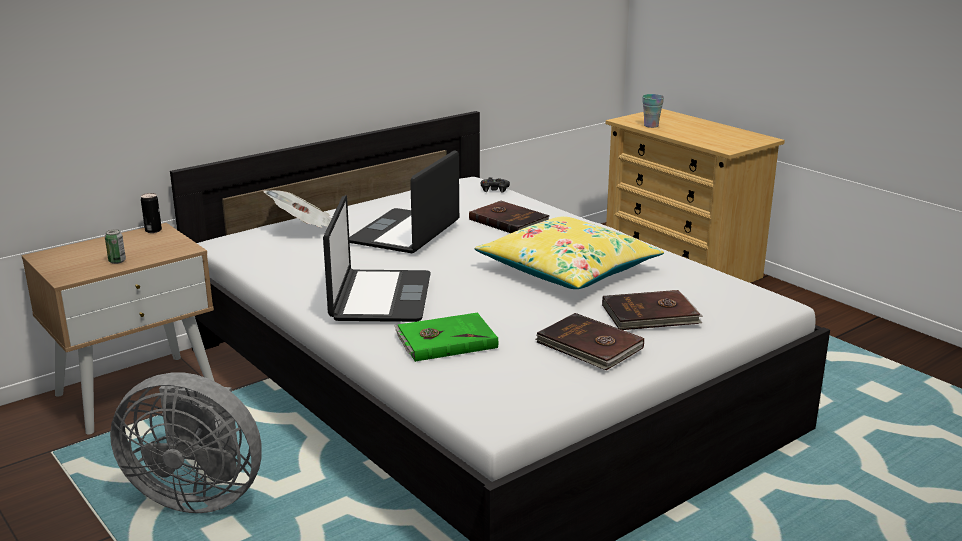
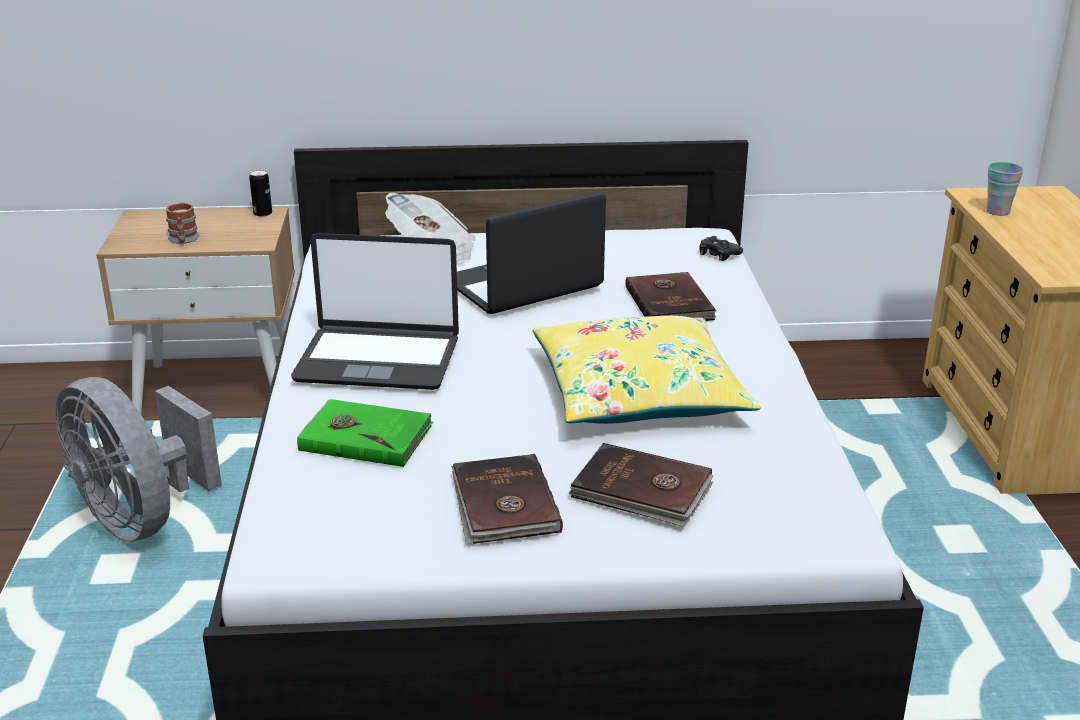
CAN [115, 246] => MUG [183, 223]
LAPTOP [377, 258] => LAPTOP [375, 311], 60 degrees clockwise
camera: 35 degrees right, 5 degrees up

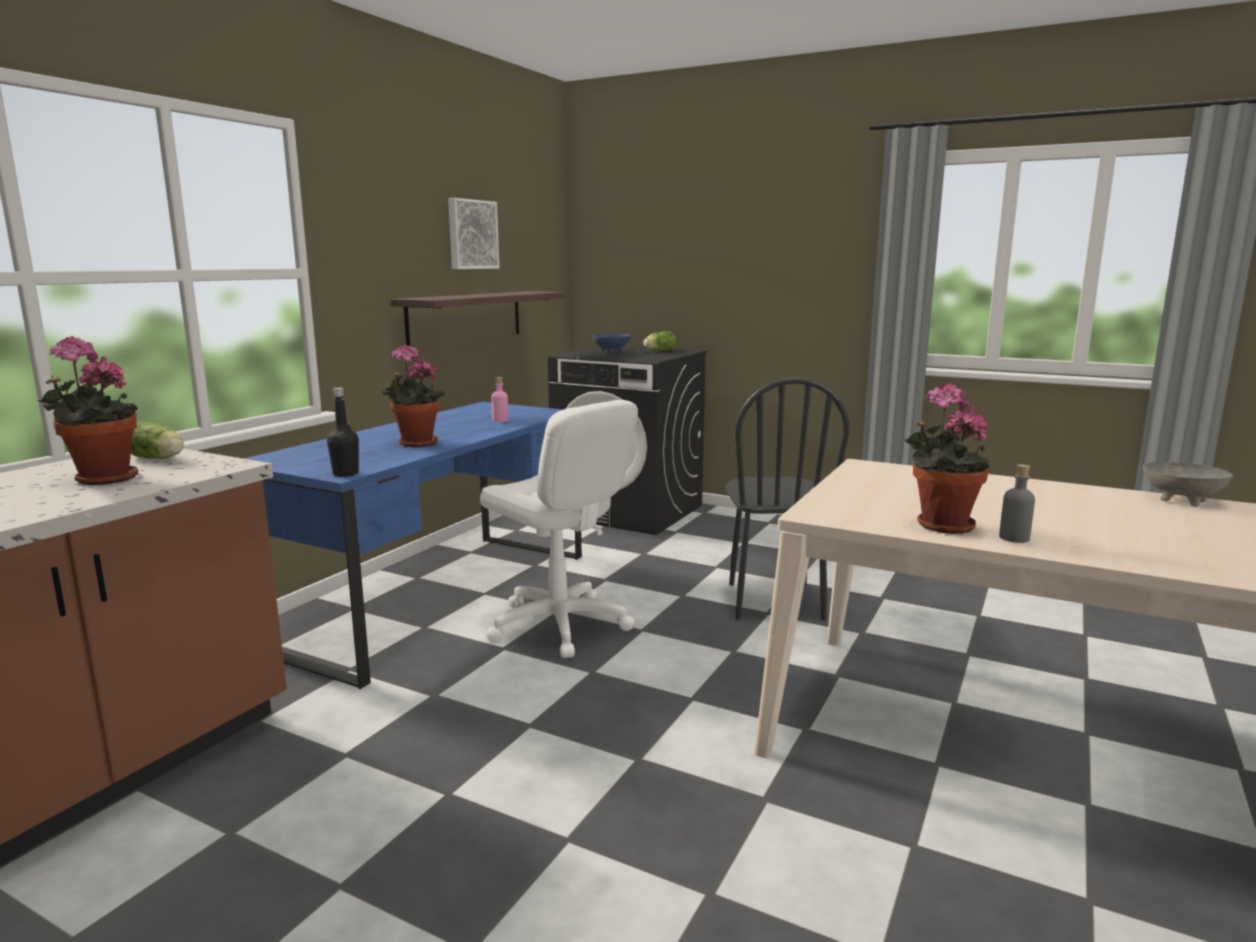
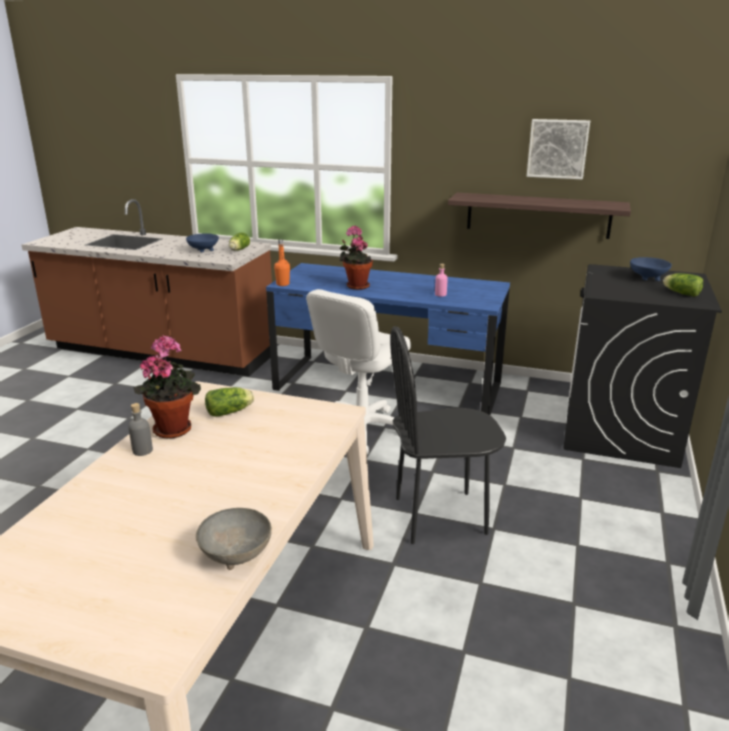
POTTED PLANT [87, 410] => BLUE BOWL [202, 242]
BLACK BOTTLE [343, 432] => ORANGE BOTTLE [282, 262]
nothing => LETTUCE [229, 402]
camera: 80 degrees right, 10 degrees up

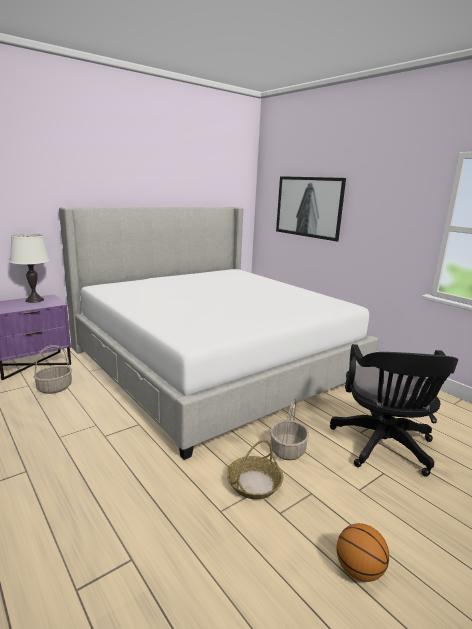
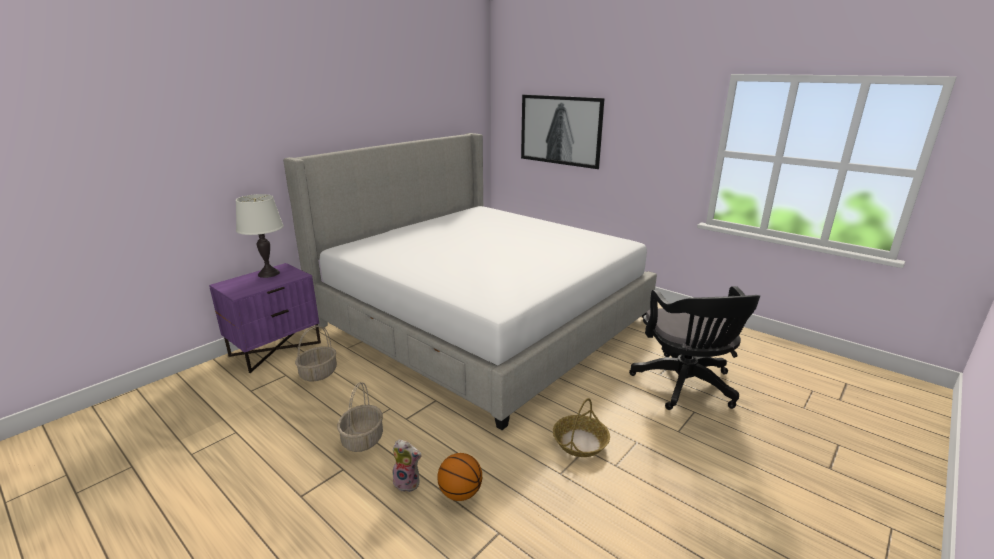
BASKET [289, 429] => BASKET [360, 417], move
BASKETBALL [363, 552] => BASKETBALL [459, 477], move
nothing => PLUSH TOY [407, 466]
camera: 10 degrees left, 5 degrees up

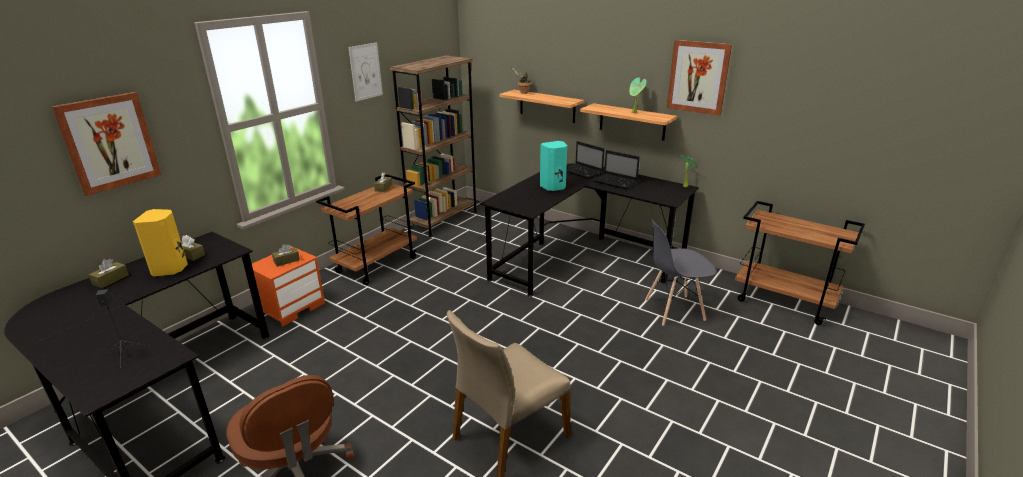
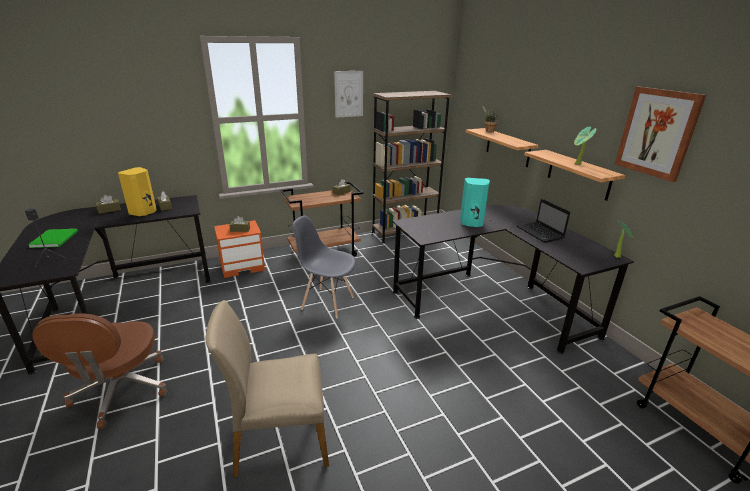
PICTURE [107, 144] => nothing
LAPTOP [585, 160] => nothing
GREY CHAIR [680, 272] => GREY CHAIR [324, 267], move
nothing => GREEN BOOK [53, 238]
camera: 30 degrees right, 0 degrees up

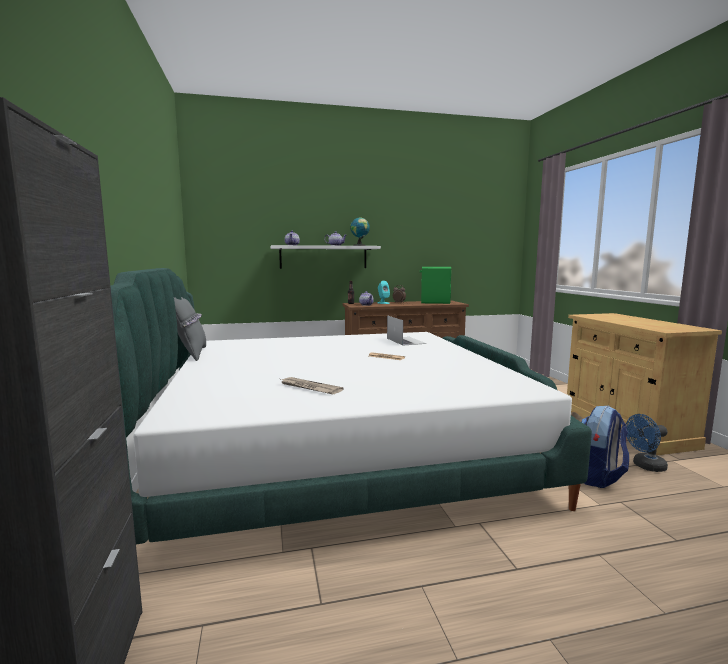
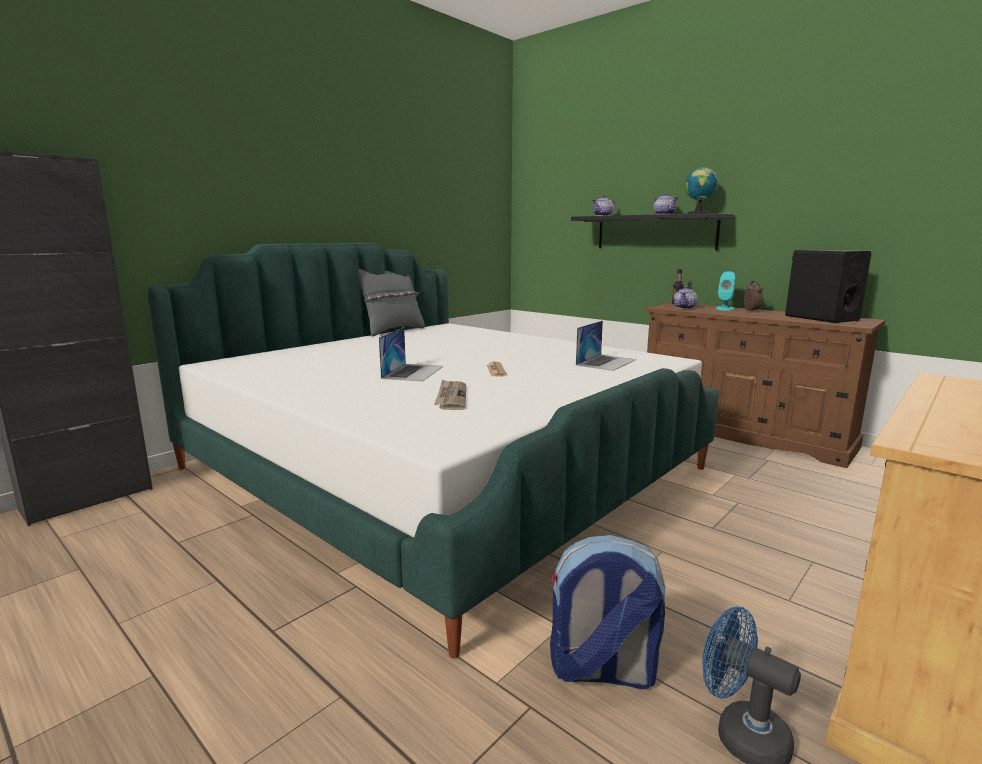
WHITE SHELF [326, 257] => BLACK SHELF [653, 231]
NEWSPAPER [312, 385] => NEWSPAPER [450, 394], move
GREEN SPEAKER [435, 285] => BLACK SPEAKER [828, 286]
nothing => LAPTOP [411, 354]
camera: 55 degrees right, 5 degrees up

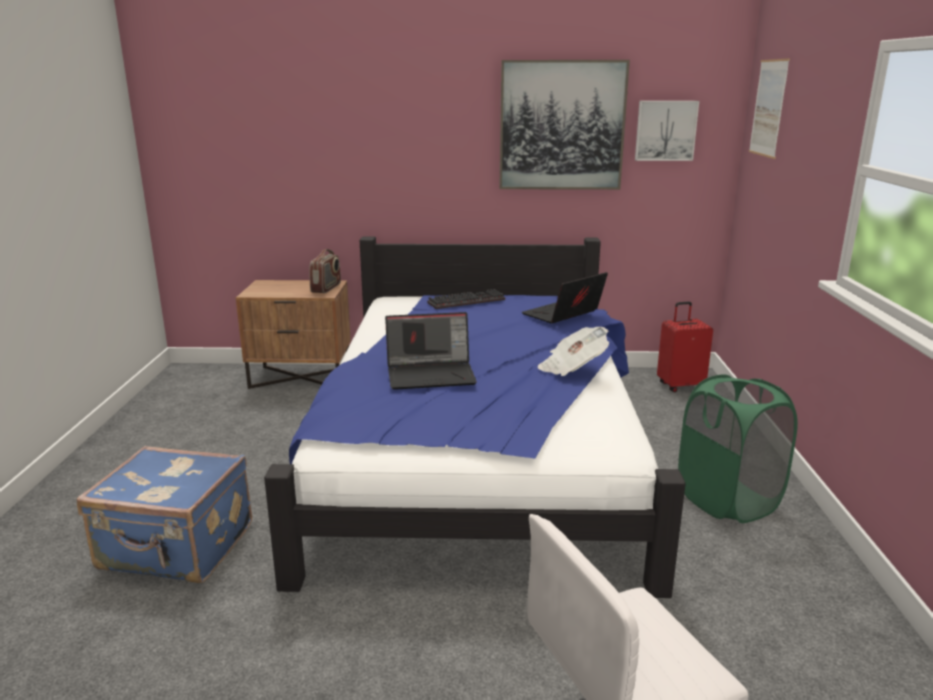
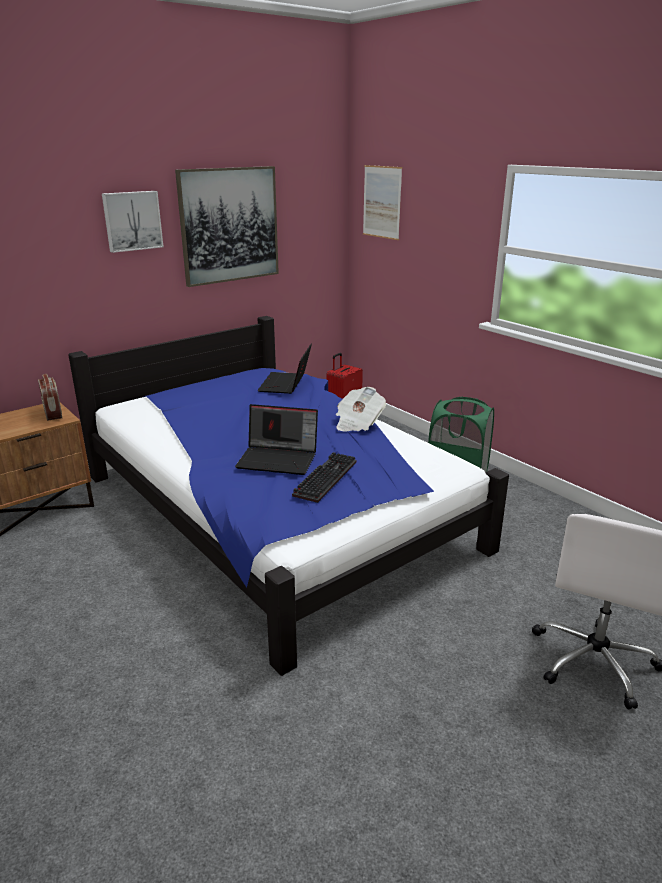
BLUE SUITCASE [164, 514] => nothing
LAPTOP [431, 351] => LAPTOP [276, 439], 60 degrees clockwise
KEYBOARD [466, 299] => KEYBOARD [324, 477], move
PICTURE [667, 131] => PICTURE [133, 222], move
camera: 40 degrees left, 5 degrees up

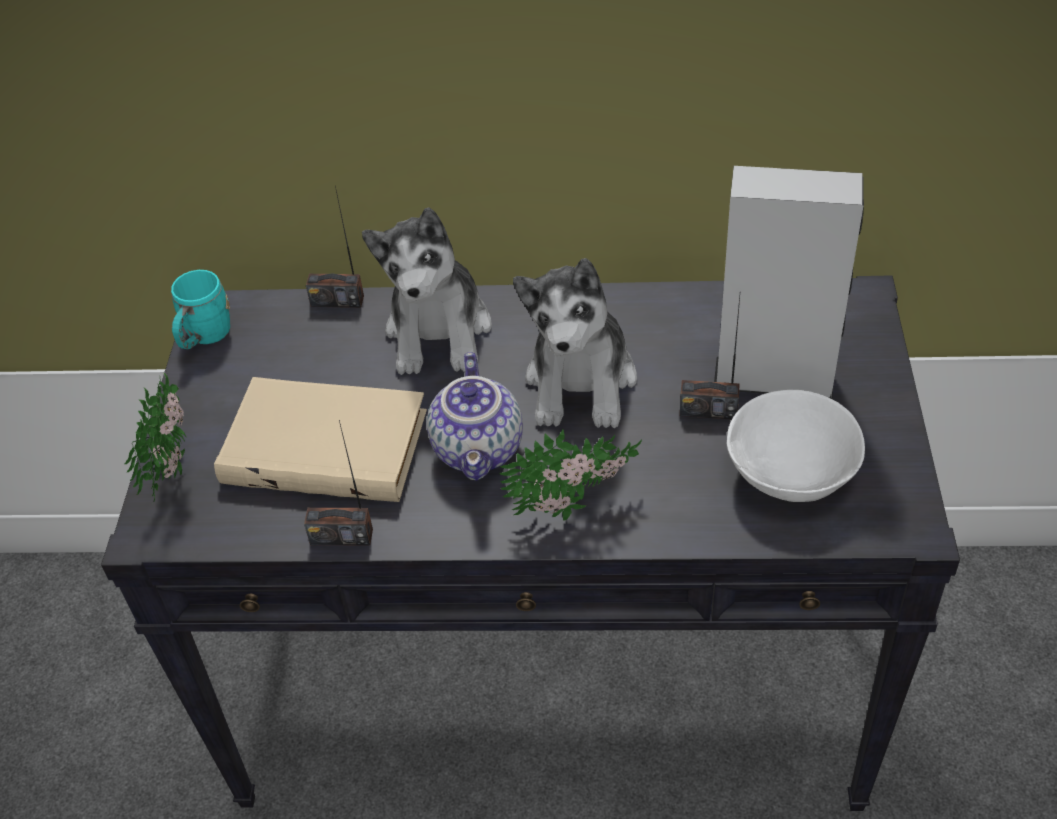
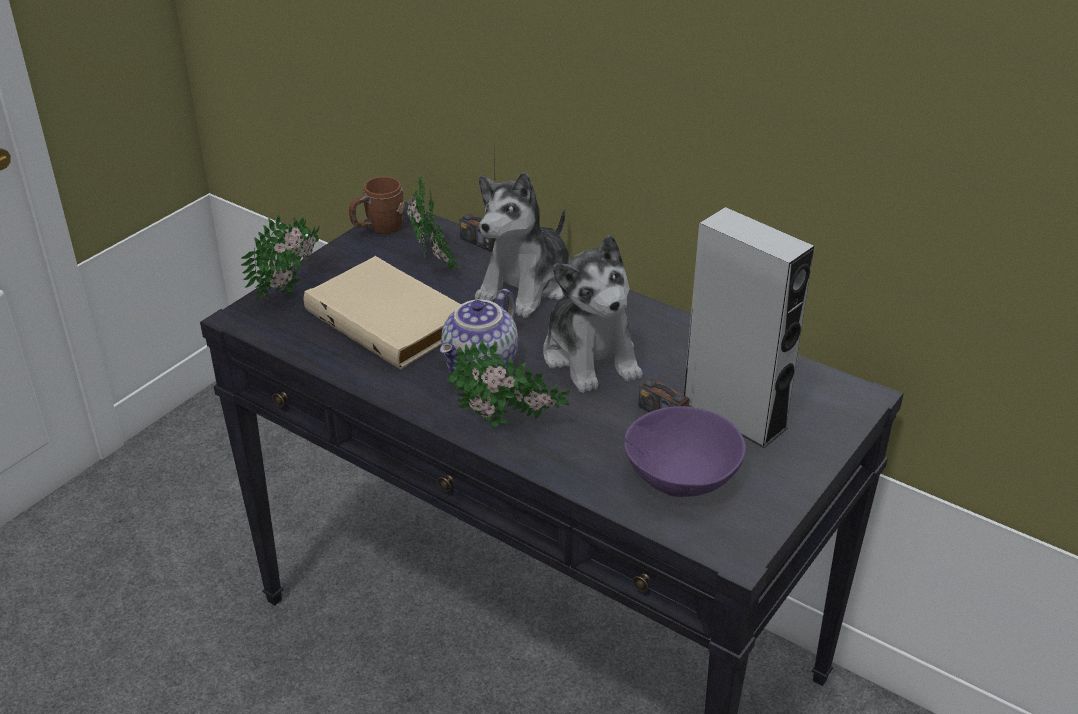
TURQUOISE MUG [200, 309] => BROWN MUG [376, 205]
RADIO [338, 483] => nothing
PLUSH TOY [575, 343] => PLUSH TOY [593, 314], 60 degrees counterclockwise
WHITE BOWL [796, 446] => PURPLE BOWL [685, 451]
nothing => POTTED PLANT [433, 223]
camera: 30 degrees right, 10 degrees down

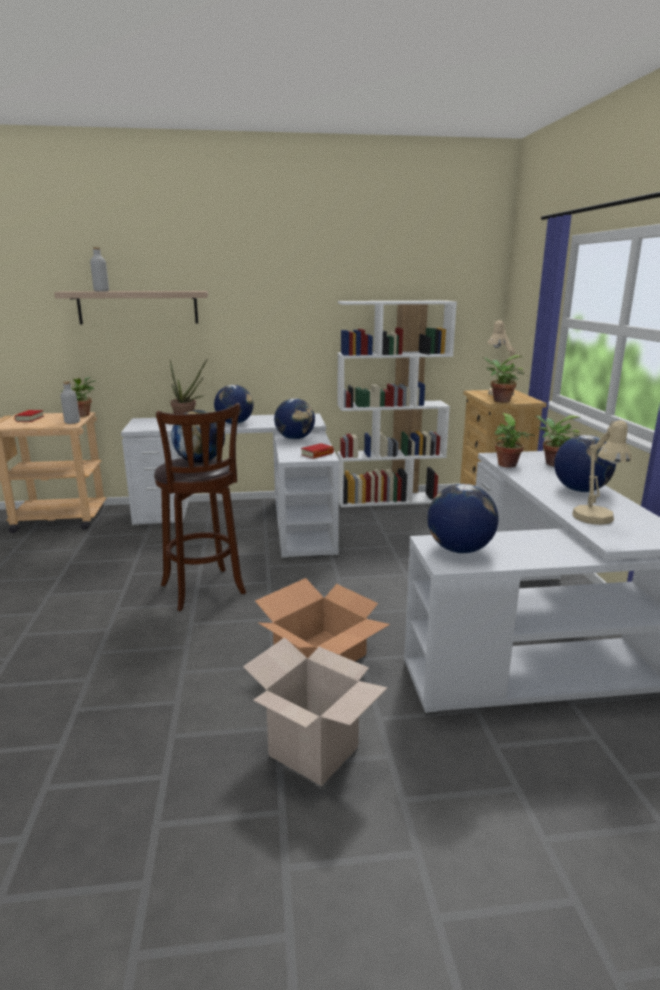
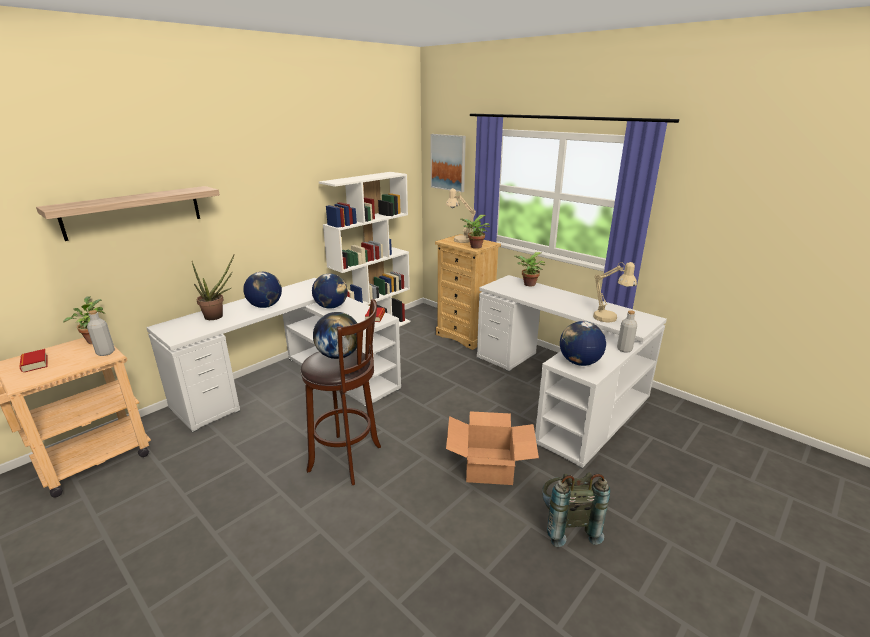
GREY BOTTLE [99, 269] => GREY BOTTLE [627, 331], move
CARDBOARD BOX [315, 711] => GREY BACKPACK [576, 509]
POTTED PLANT [514, 440] => nothing
GLOBE [585, 463] => nothing
nothing => PICTURE [448, 163]
camera: 40 degrees left, 5 degrees up

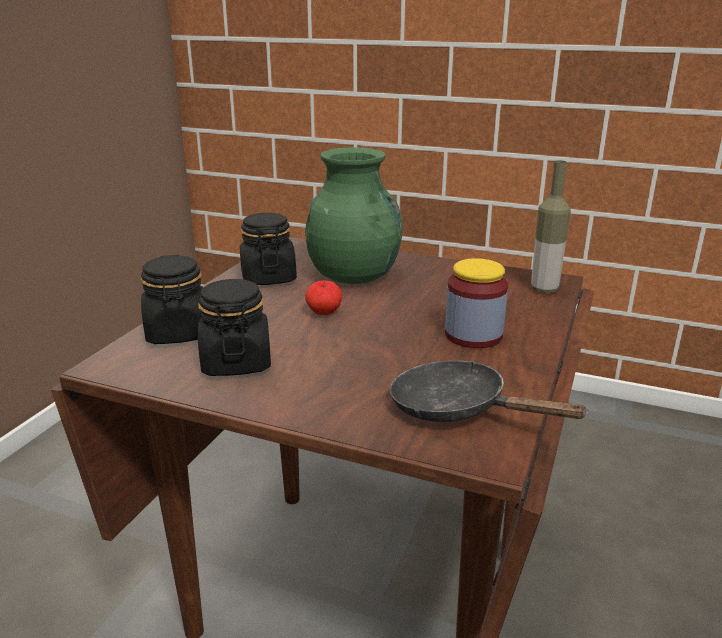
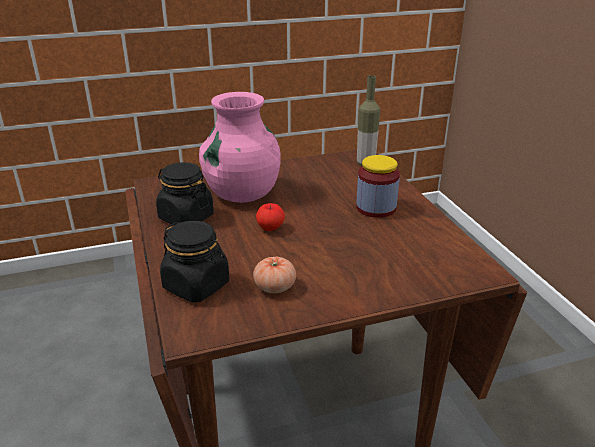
BLACK JAR [234, 327] => TOMATO [274, 275]
GREEN VASE [354, 216] => PINK VASE [240, 147]
BLACK FRYING PAN [489, 391] => nothing
camera: 40 degrees left, 5 degrees up

